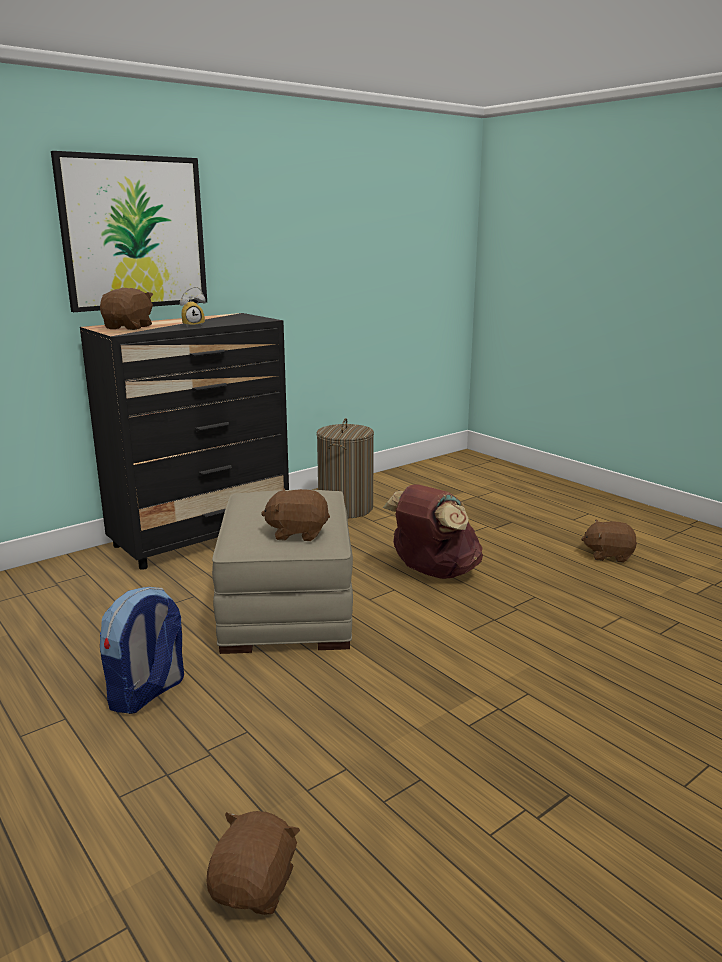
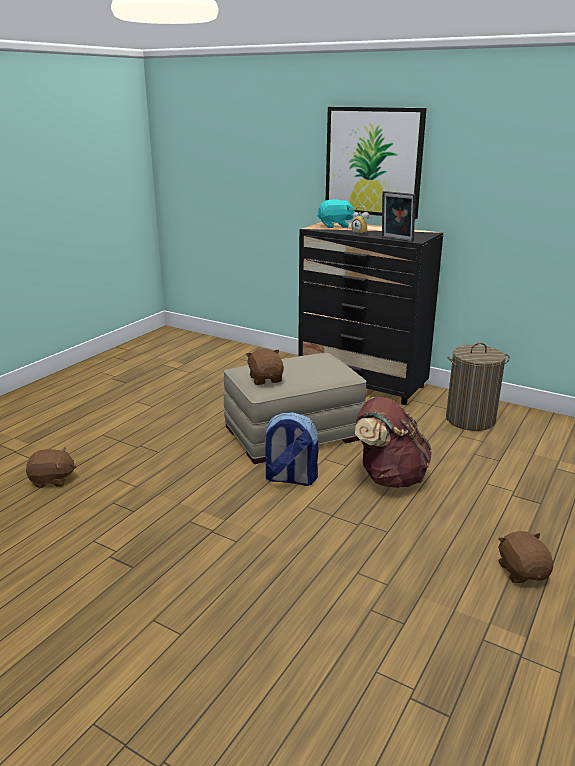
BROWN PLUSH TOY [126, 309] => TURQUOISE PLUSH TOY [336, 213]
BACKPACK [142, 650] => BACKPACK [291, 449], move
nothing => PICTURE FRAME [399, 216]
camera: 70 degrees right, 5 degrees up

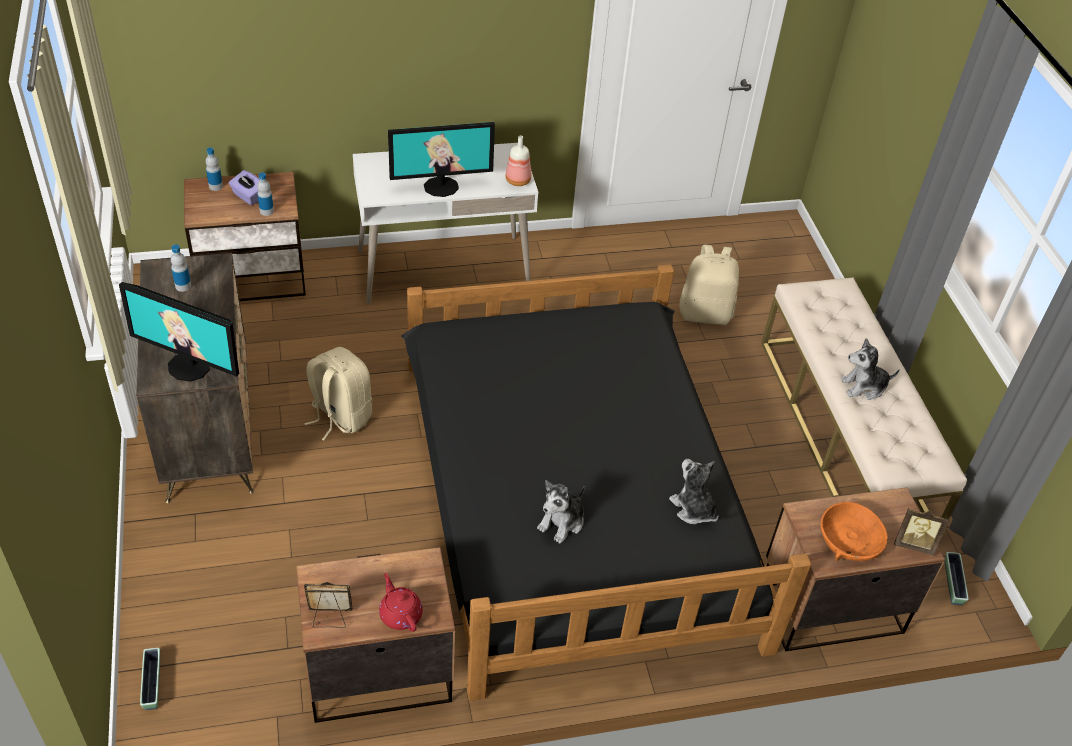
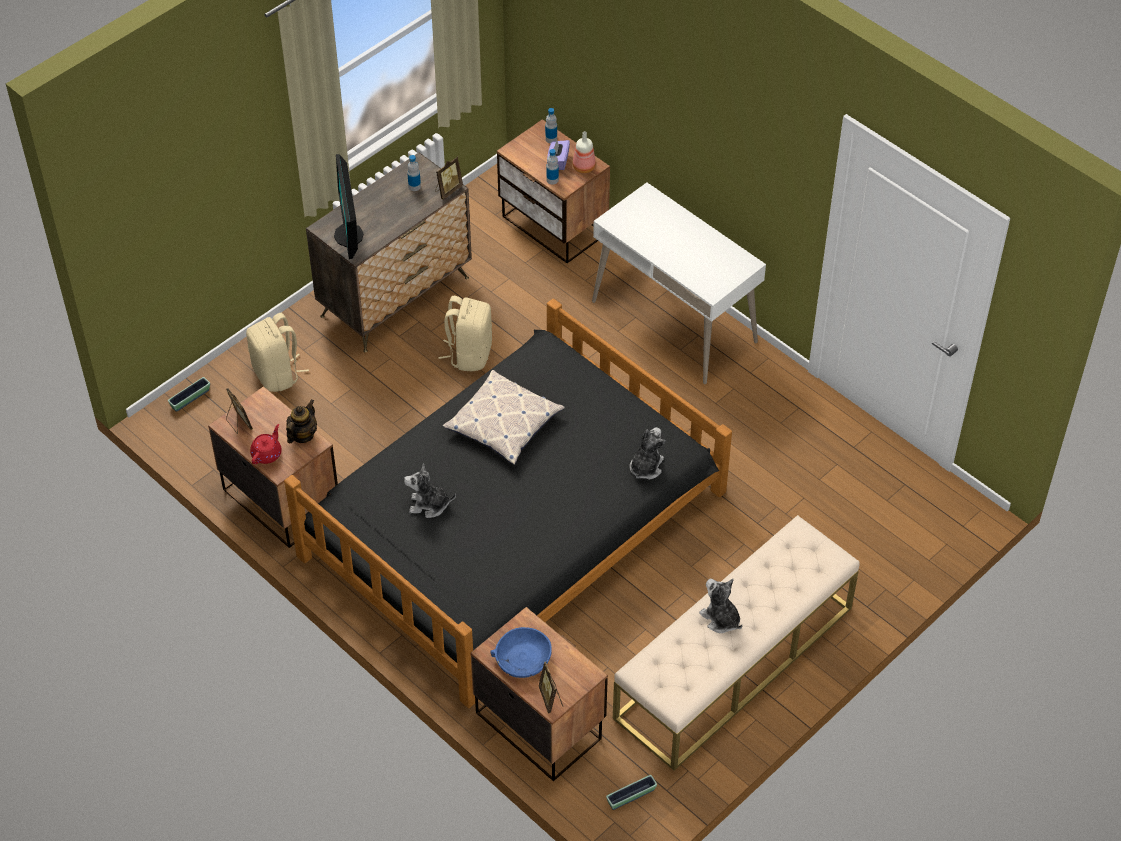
MONITOR [441, 159] => nothing
BOTTLE [518, 160] => BOTTLE [584, 152], move
PLUSH TOY [693, 491] => PLUSH TOY [648, 453], move
BEIGE BACKPACK [709, 285] => BEIGE BACKPACK [277, 352], move
ORANGE BOWL [854, 531] => BLUE BOWL [521, 652]
nothing => TEAPOT [301, 421]
nothing => PICTURE FRAME [449, 178]
nothing => PILLOW [504, 417]
camera: 60 degrees right, 5 degrees up

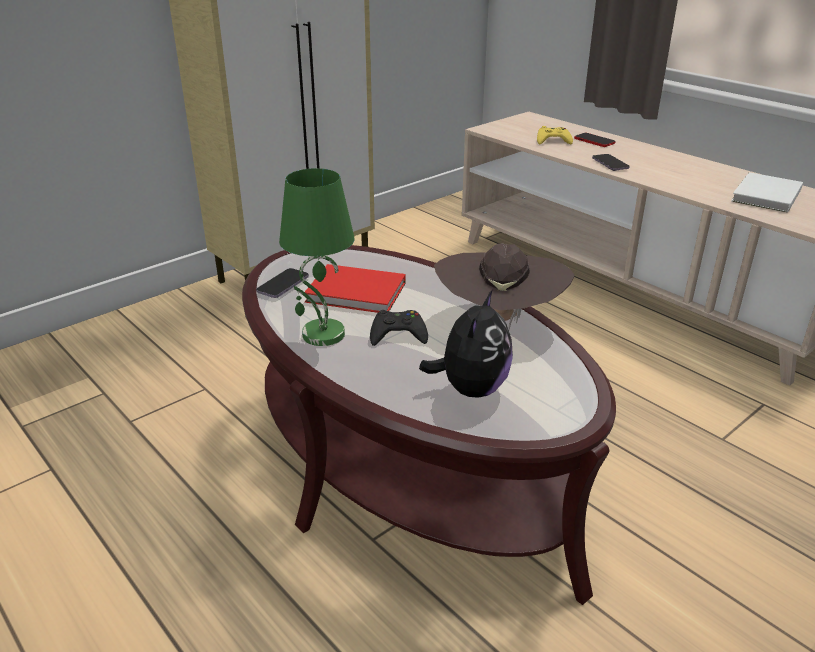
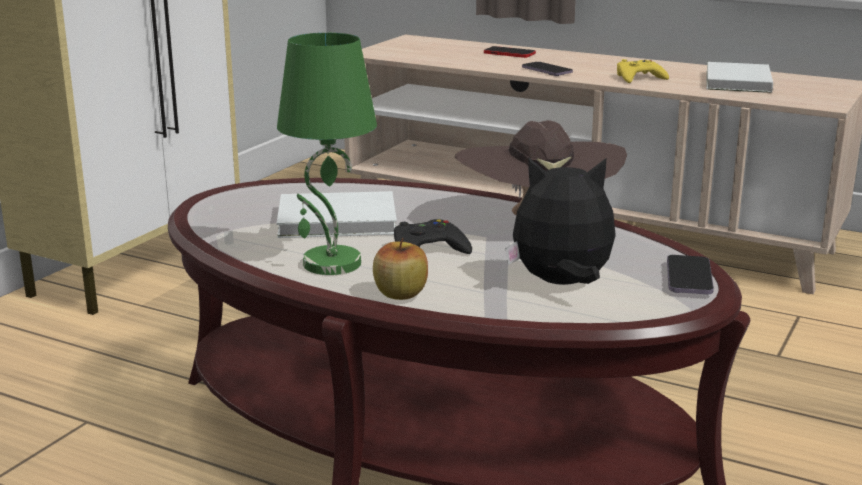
PHONE [282, 283] => PHONE [690, 274], move
RED BOOK [355, 288] => WHITE BOOK [336, 214]
PLUSH TOY [466, 343] => PLUSH TOY [560, 221], 90 degrees counterclockwise
YELLOW GAME CONTROLLER [555, 135] => YELLOW GAME CONTROLLER [643, 71], move
nothing => APPLE [400, 269]
camera: 20 degrees left, 10 degrees down

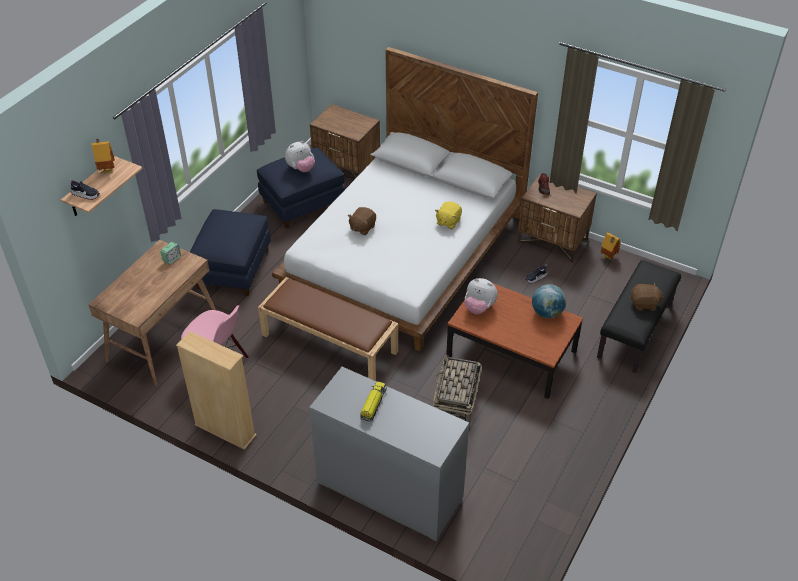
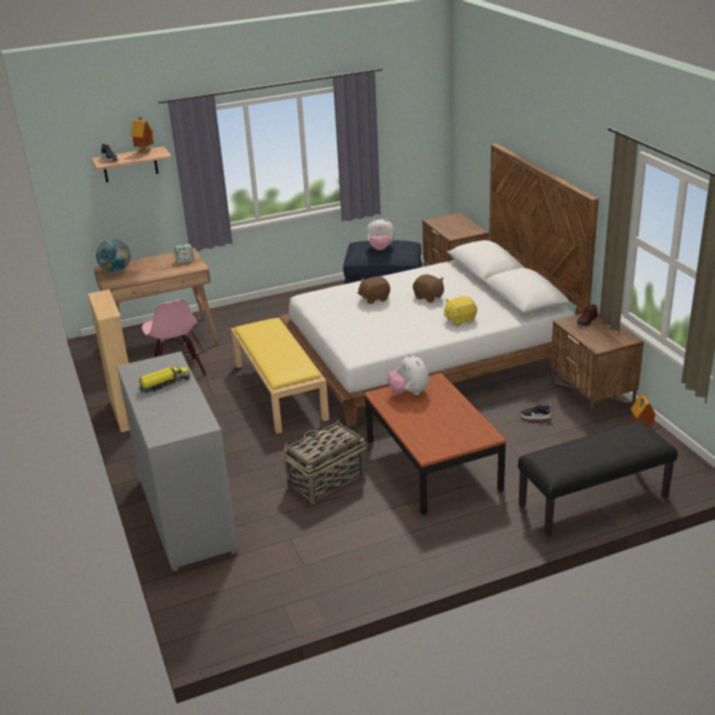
BLUE OTTOMAN [230, 252] => nothing
BROWN BENCH [328, 329] => YELLOW BENCH [280, 376]
GLOBE [549, 301] => GLOBE [113, 255], move
BROWN PLUSH TOY [647, 296] => BROWN PLUSH TOY [428, 288], move
camera: 40 degrees right, 15 degrees down

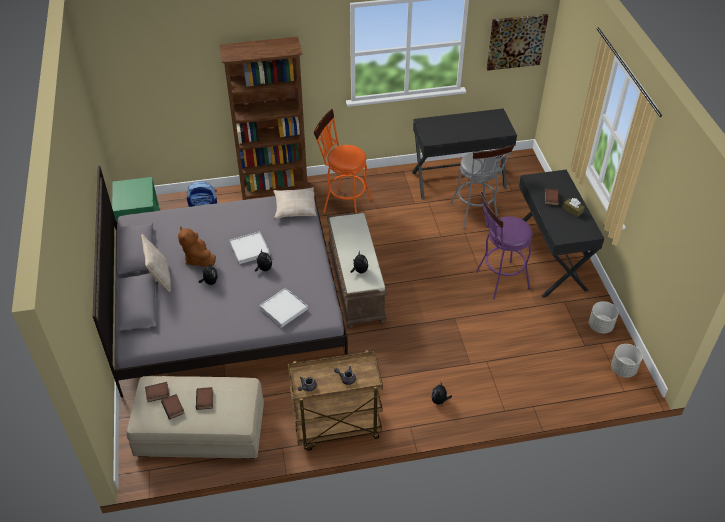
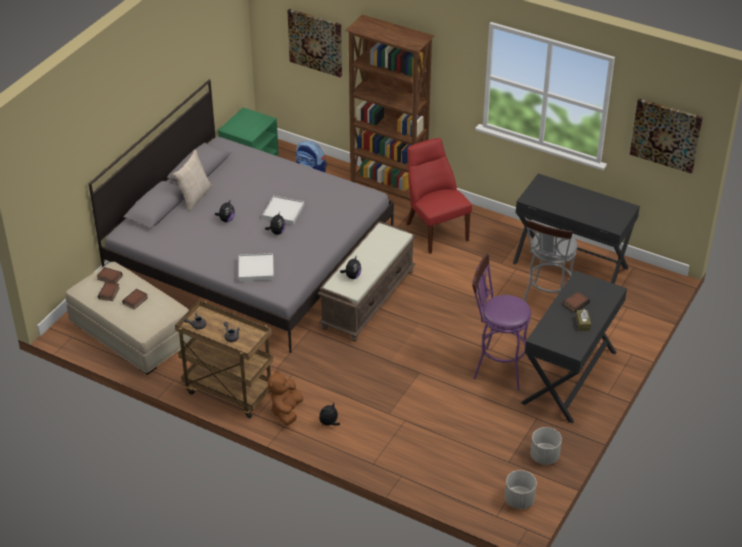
BROWN PLUSH TOY [197, 246] => BROWN PLUSH TOY [285, 397], move
BEIGE PILLOW [294, 203] => nothing
ORANGE STOOL [343, 161] => RED CHAIR [439, 196]
nothing => PICTURE [314, 43]
camera: 40 degrees right, 5 degrees down

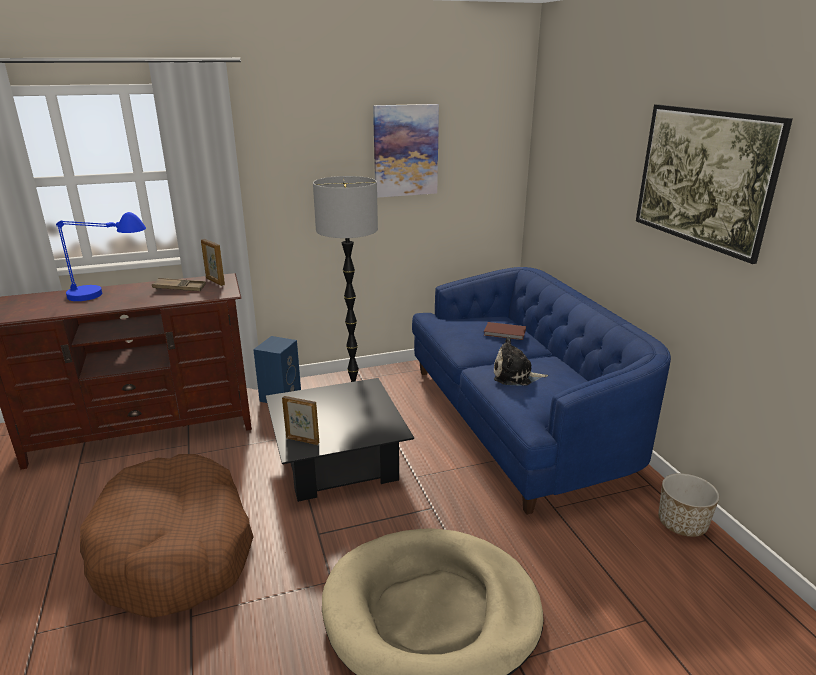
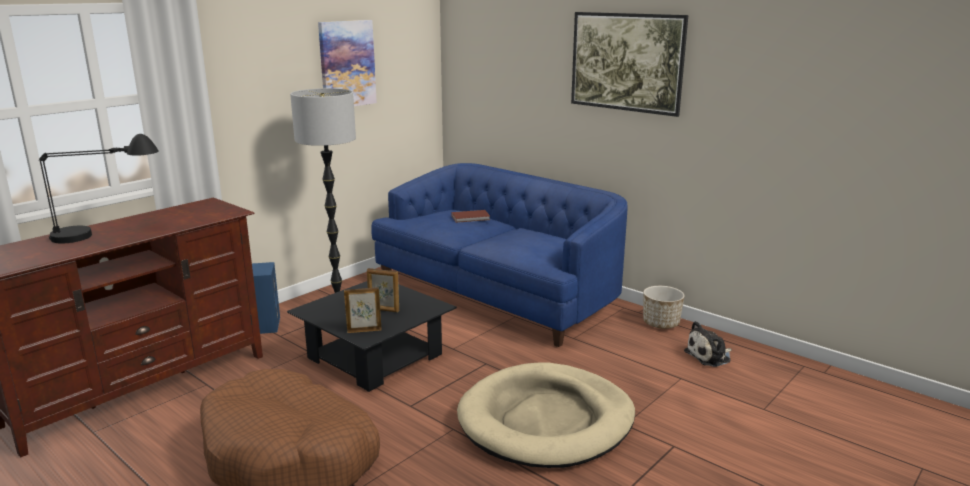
BLUE TABLE LAMP [101, 256] => BLACK TABLE LAMP [99, 188]
BROWN TRAY [179, 284] => nothing
PICTURE FRAME [213, 262] => PICTURE FRAME [383, 290], move
PLUSH TOY [521, 361] => PLUSH TOY [708, 344], move
camera: 30 degrees left, 5 degrees down

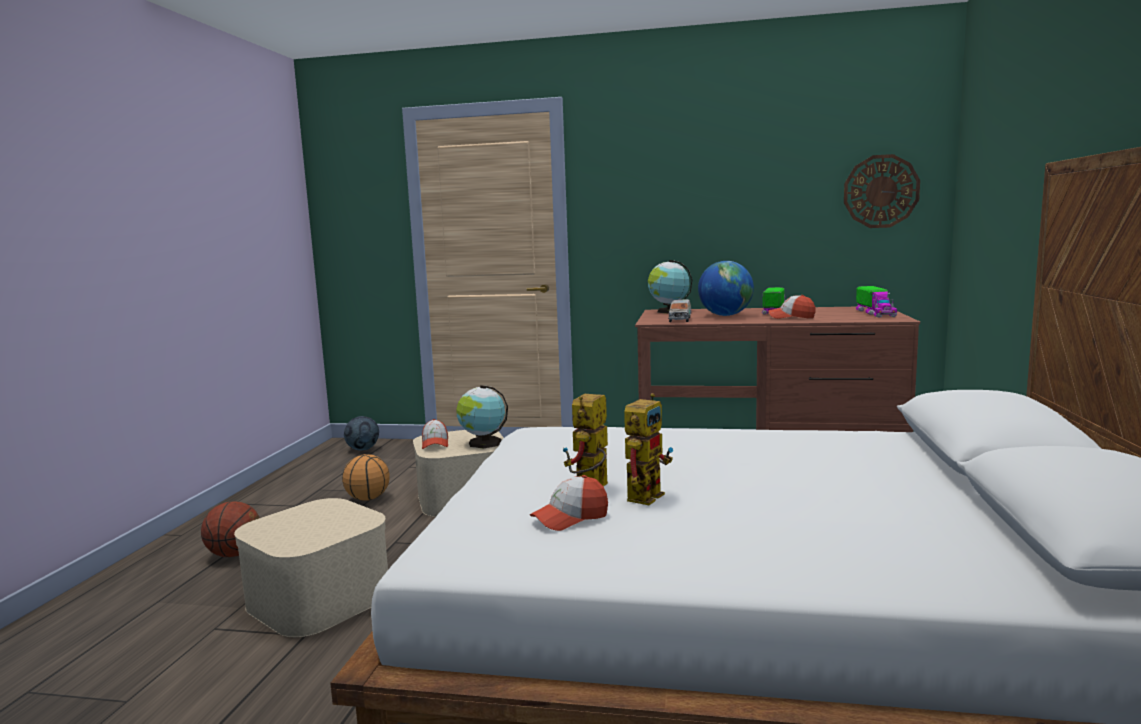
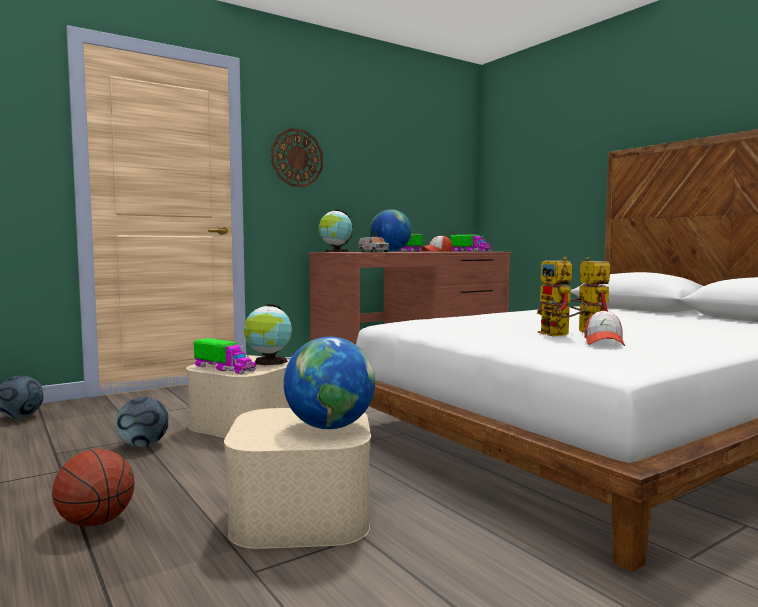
BASKETBALL [366, 477] => FOOTBALL [142, 422]
CAP [435, 434] => TOY TRUCK [225, 356]
WALL CLOCK [882, 191] => WALL CLOCK [297, 157], move
nothing => GLOBE [329, 383]
camera: 45 degrees left, 5 degrees down

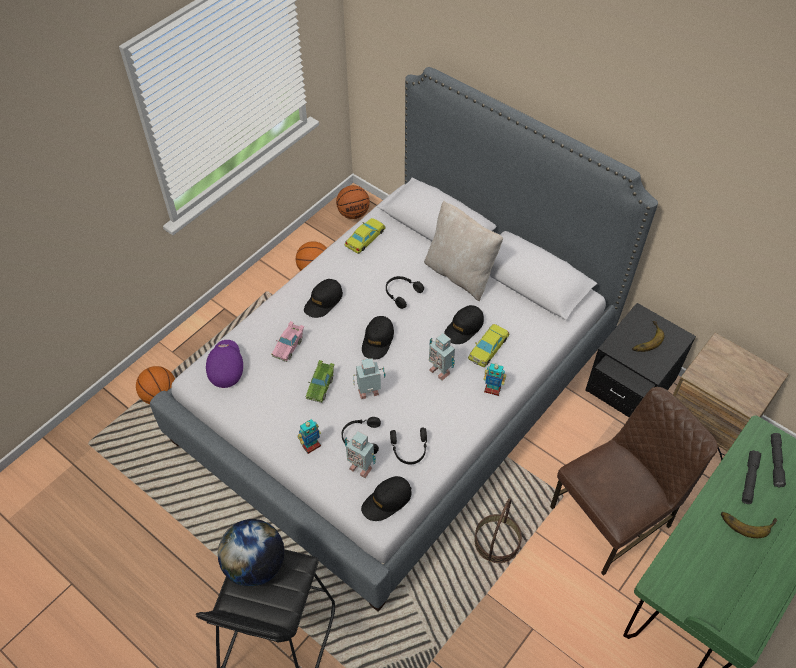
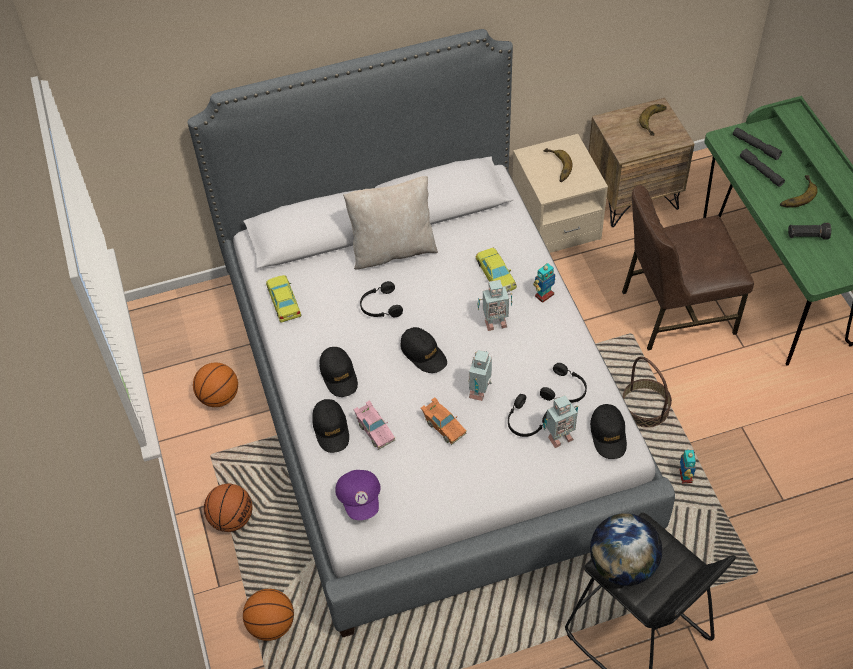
PURPLE CAP [224, 364] => PURPLE CAP [358, 495], 135 degrees counterclockwise
TOY ROBOT [309, 436] => TOY ROBOT [687, 466], move
GREEN TOY CAR [319, 381] => ORANGE TOY CAR [444, 421]
BASKETBALL [353, 202] => BASKETBALL [228, 508], move
BLACK CAP [464, 324] => BLACK CAP [330, 426], move
BROWN CHAIR [634, 481] => BROWN CHAIR [688, 267], 105 degrees counterclockwise
BLACK NIGHTSTAND [640, 360] => BEIGE NIGHTSTAND [560, 193]
nothing => BANANA [653, 120]
nothing => BLACK FLASHLIGHT [809, 231]
camera: 55 degrees left, 0 degrees up

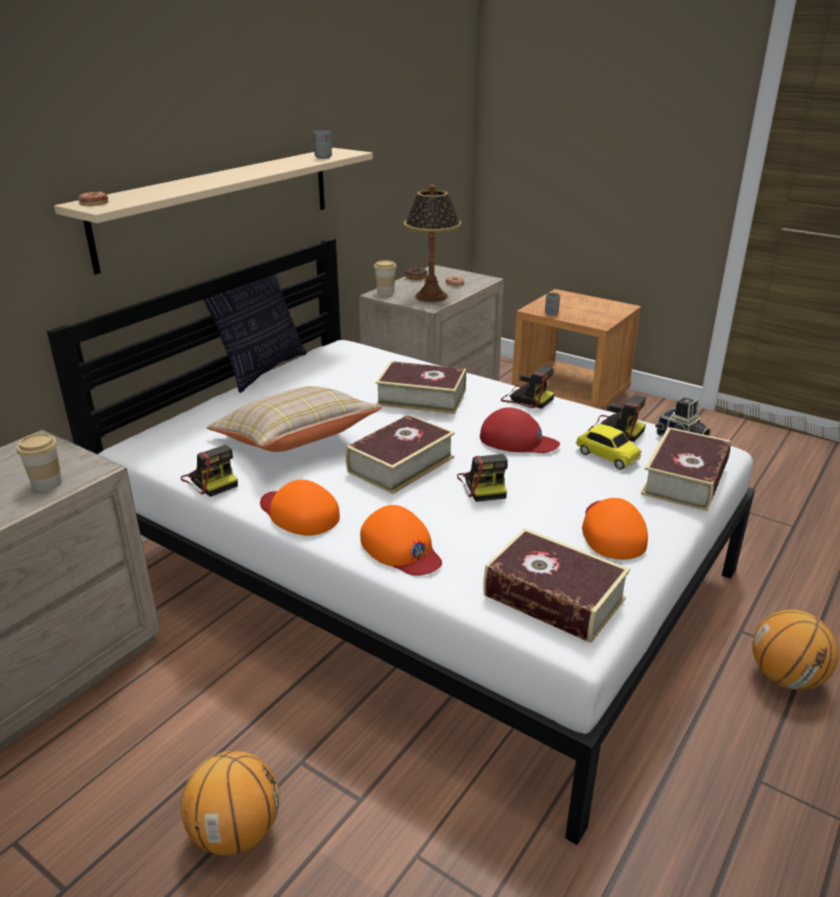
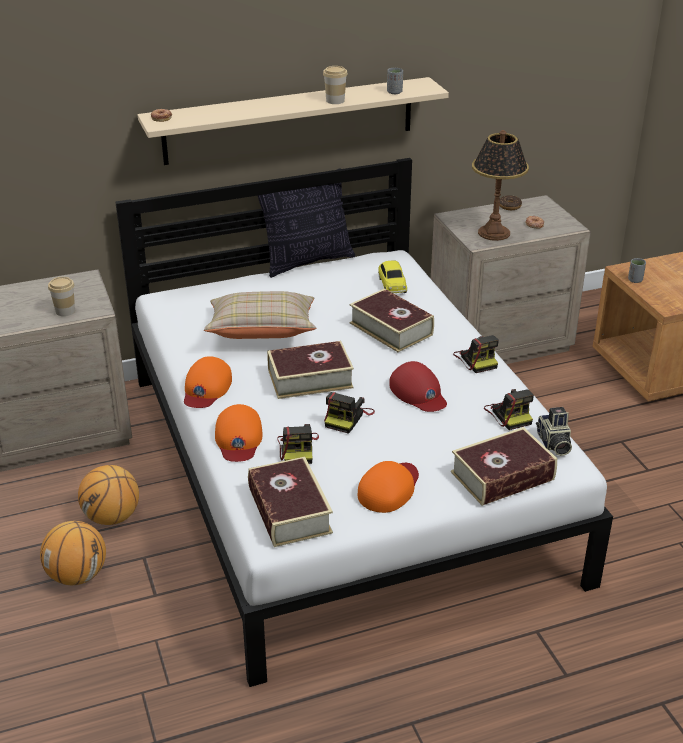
PHOTO CAMERA [209, 471] => PHOTO CAMERA [298, 444], move
ORANGE CAP [300, 507] => ORANGE CAP [208, 382], 150 degrees counterclockwise
CUP [385, 277] => CUP [335, 85], move
TOY CAR [609, 447] => TOY CAR [392, 276], move
BASKETBALL [795, 650] => BASKETBALL [108, 495], move
camera: 35 degrees right, 5 degrees up

